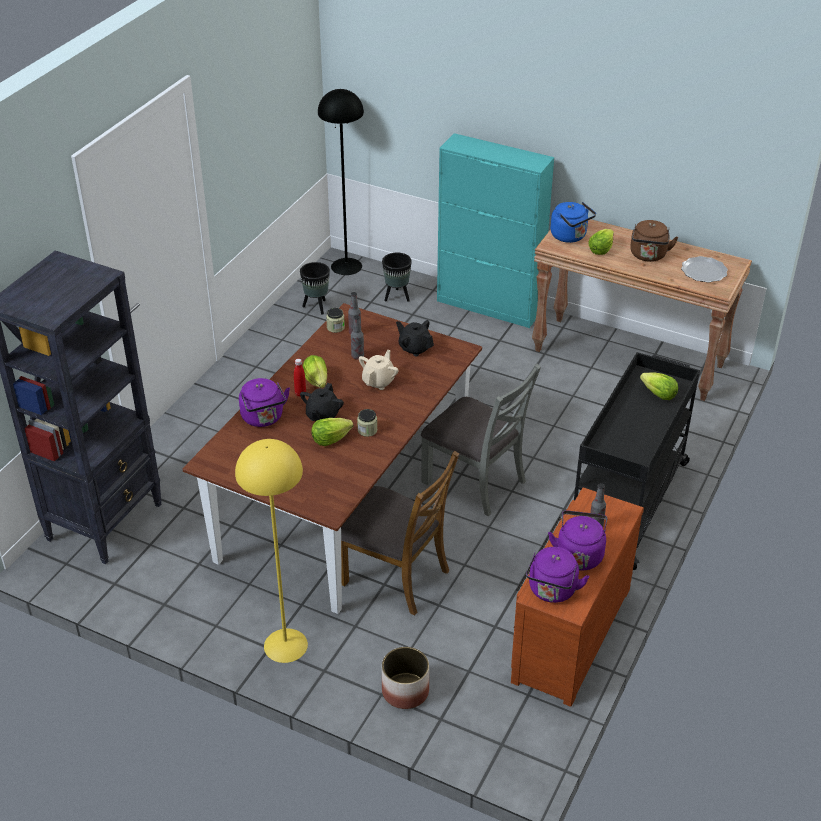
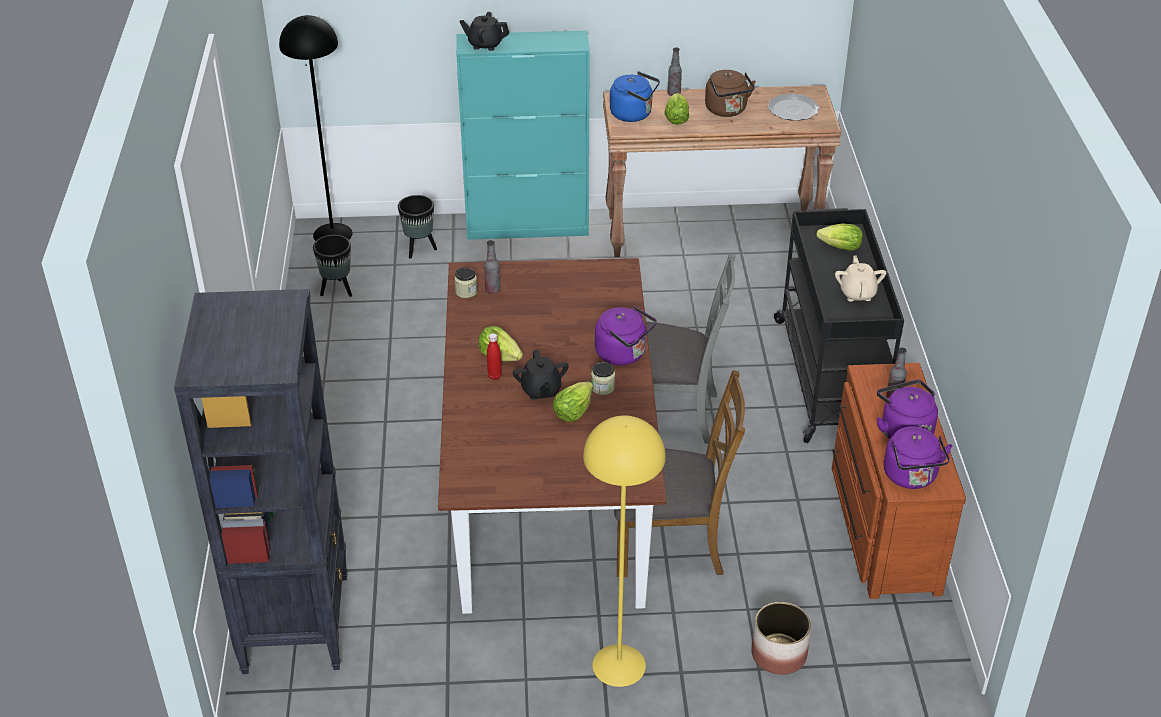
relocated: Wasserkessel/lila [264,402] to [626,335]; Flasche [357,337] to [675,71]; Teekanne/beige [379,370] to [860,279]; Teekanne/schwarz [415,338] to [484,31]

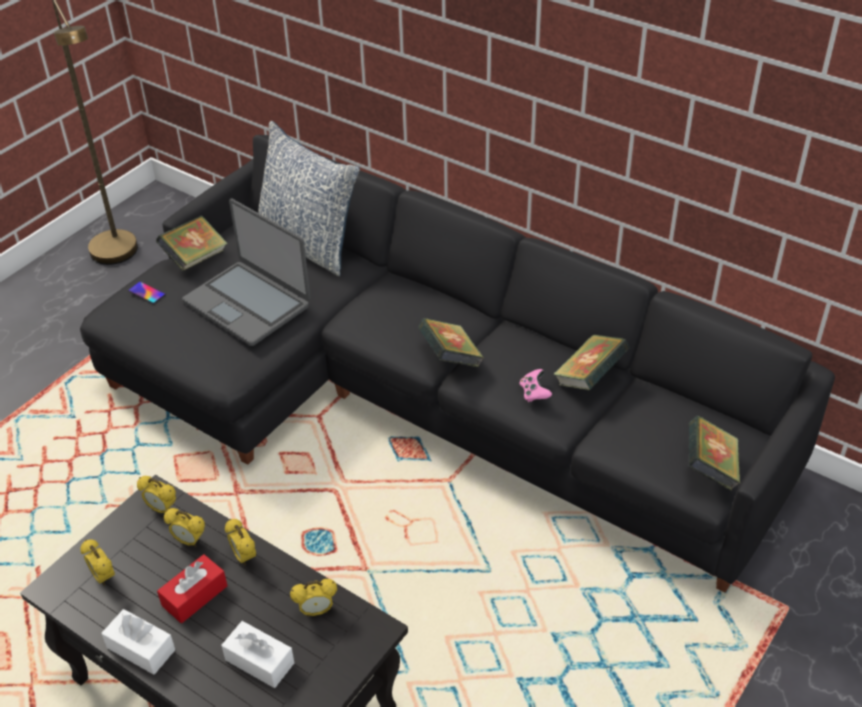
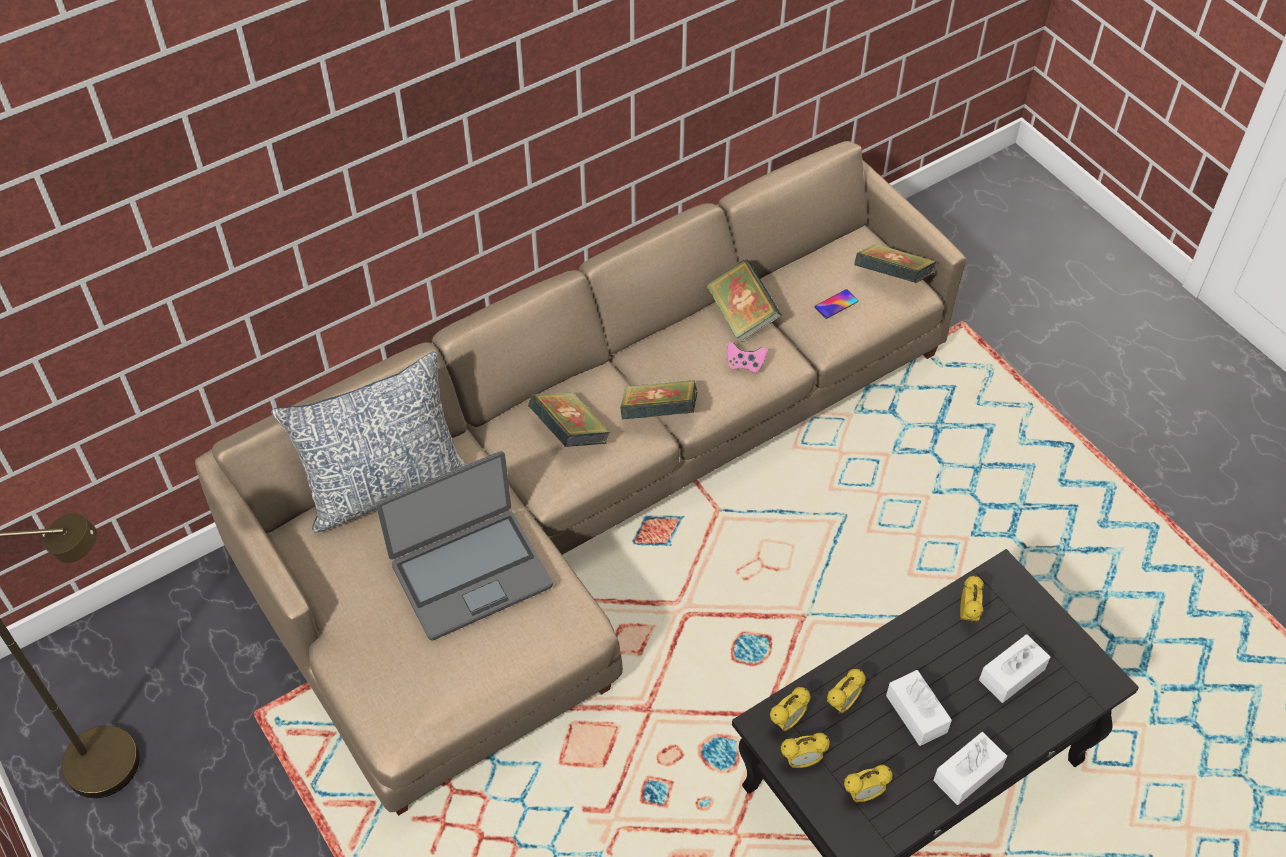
relocated: Handy [147,292] to [836,304]; Buch [192,243] to [569,419]; Wecker [240,542] to [805,750]
colour: Sofa/schwarz [457,364] to Sofa/beige [581,478]; Taschentuchbox/rot [192,588] to Taschentuchbox/weiß [919,708]

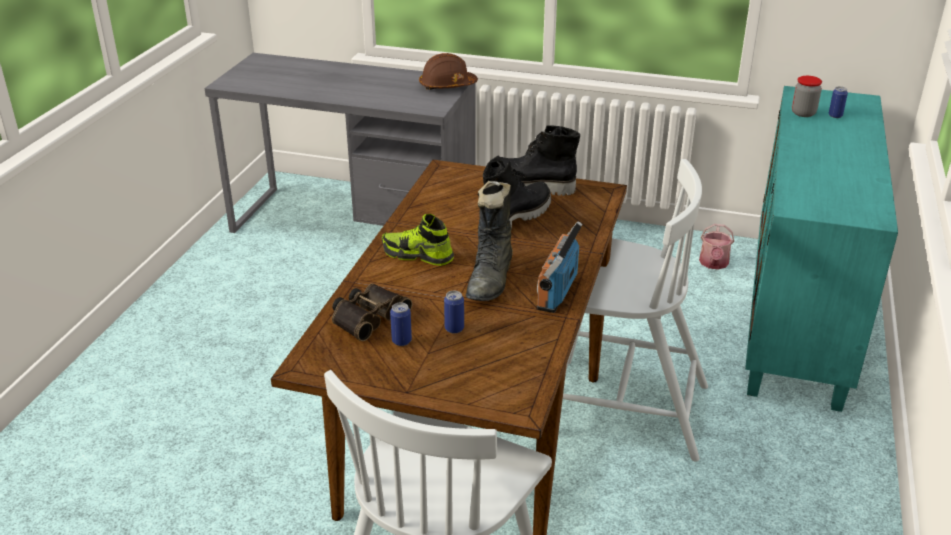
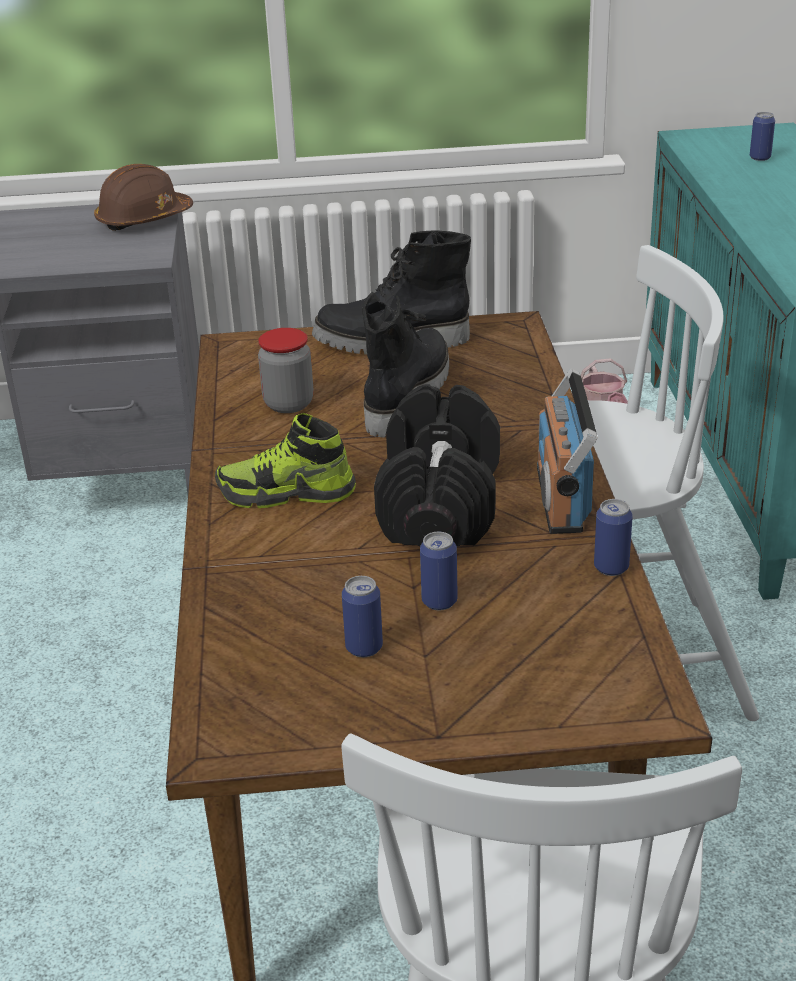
missing: Fernglas [372,312]
appeared: Dose [613,537]
relocated: Vorratsglas [807,96] to [285,370]
exchanged: Stiefel/schwarz [489,241] to Hantel/schwarz [437,465]

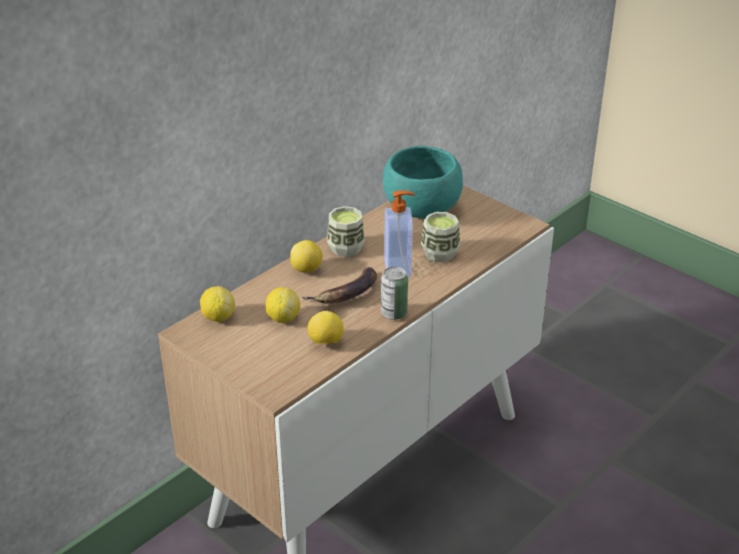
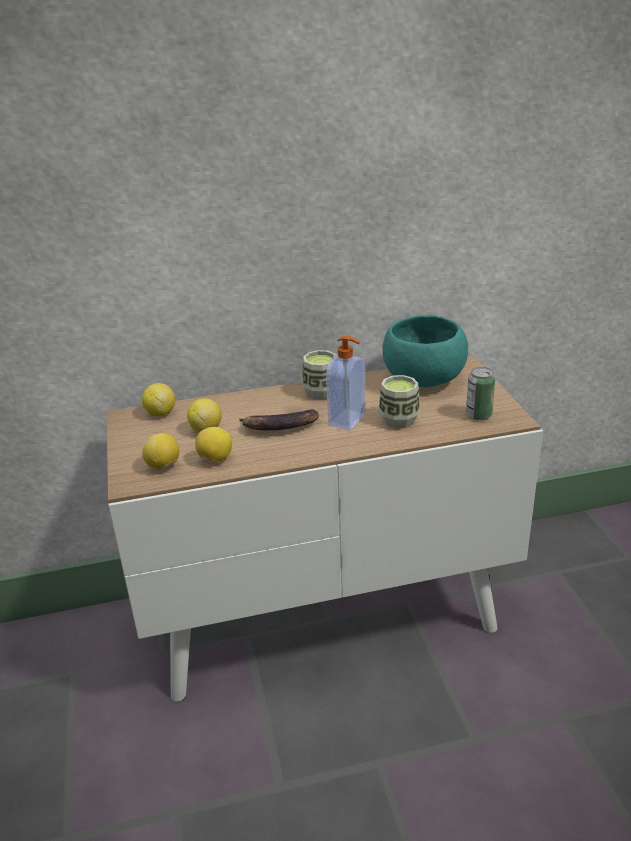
relocated: Zitrone [306,256] to [160,451]; Dose [394,293] to [480,393]

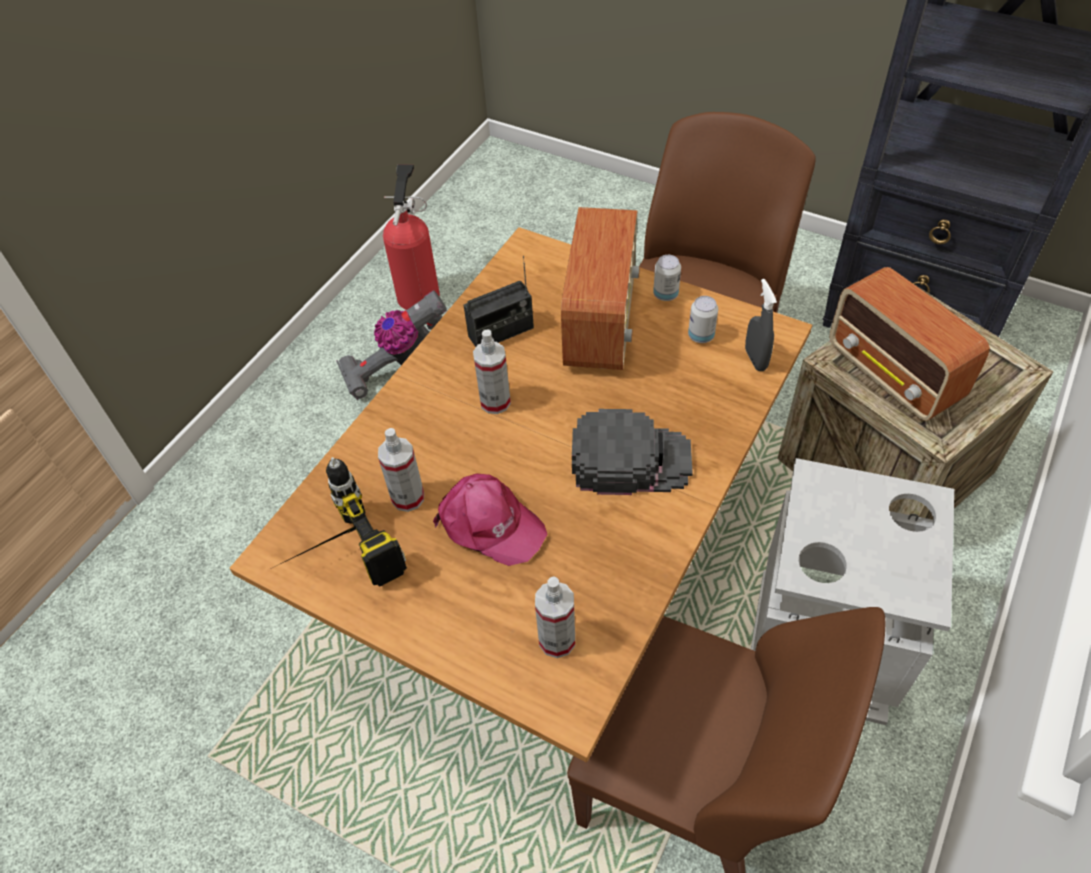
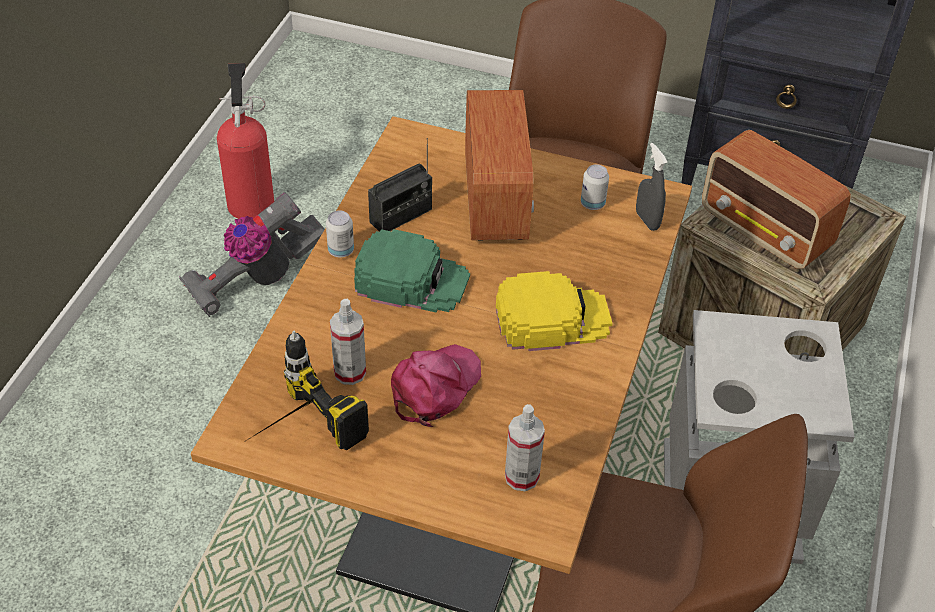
relocated: Dose [667,278] to [340,234]
exchanged: Sprühflasche [492,371] to Kappe/grün [412,271]
colour: Kappe/schwarz [632,452] to Kappe/gelb [554,311]
spun: Kappe/rosa [490,519] = [436,385] 75 degrees counterclockwise

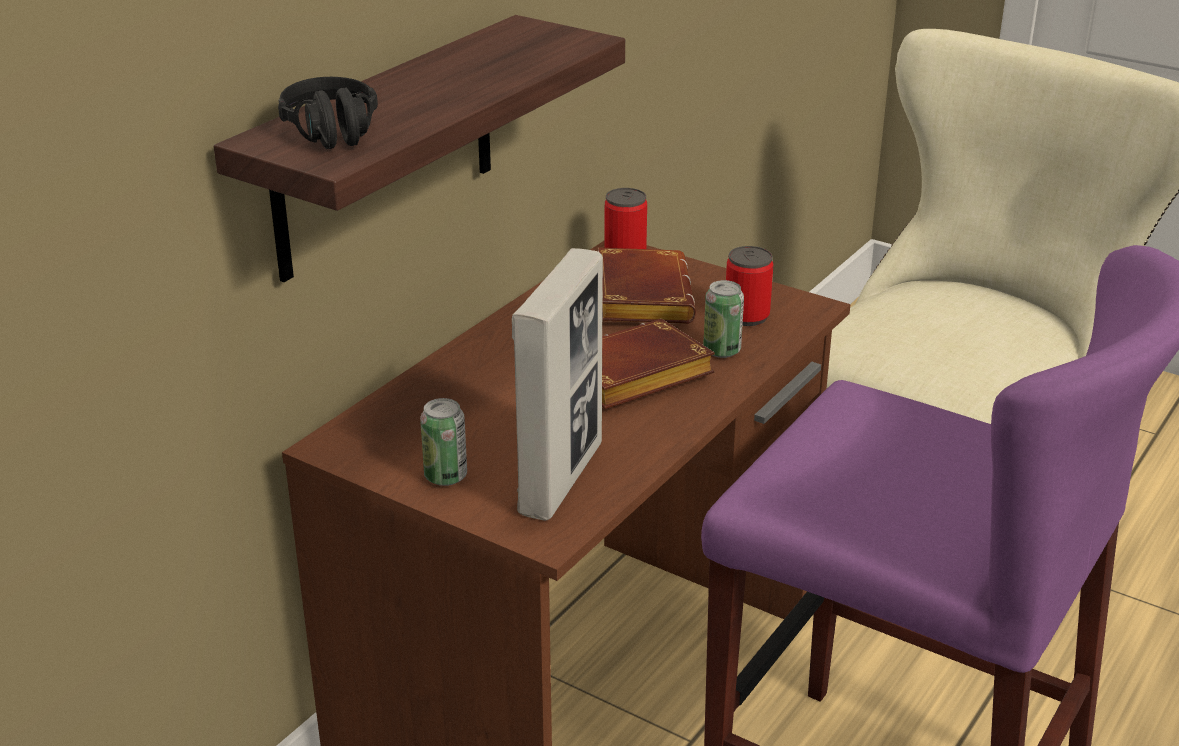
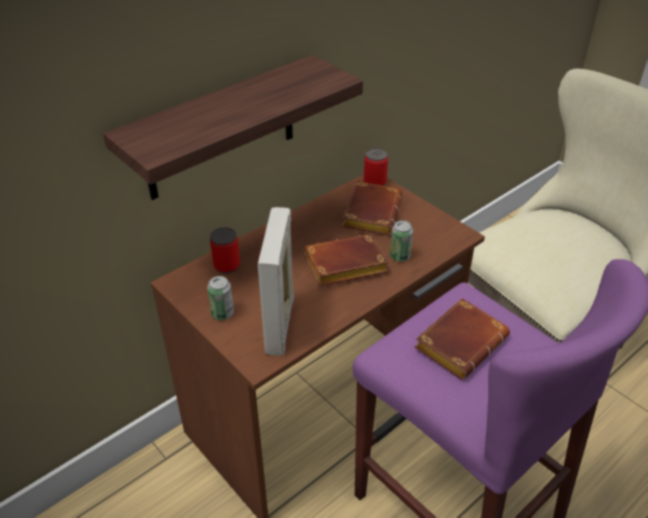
missing: Kopfhörer/schwarz [328,113]
appeared: Buch/braun [462,339]
relocated: Dose [750,286] to [225,250]
spun: Bilderrahmen [557,384] = [276,281] 150 degrees clockwise

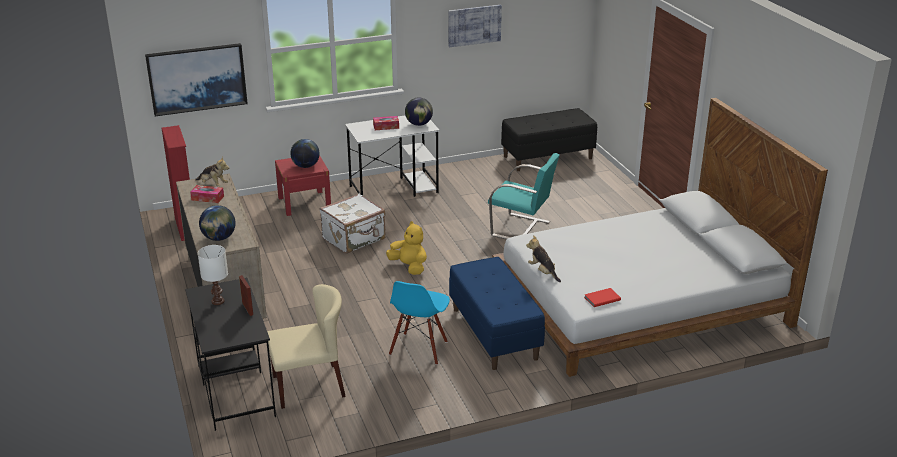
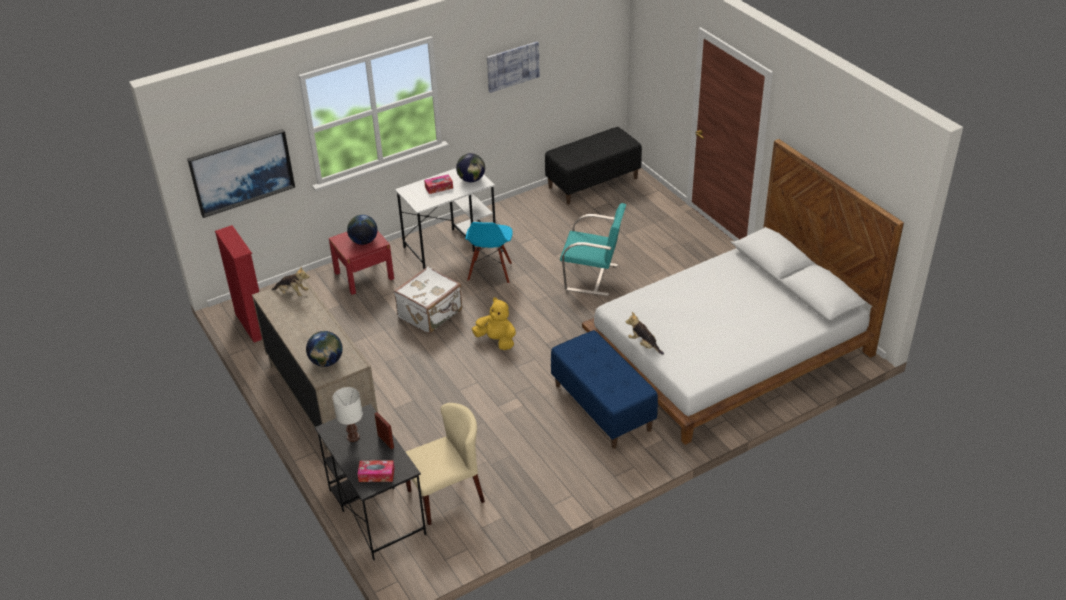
missing: Buch/rot [602,297]
relocated: Taschentuchbox [207,194] to [376,471]; Stuhl/blau [419,323] to [489,253]

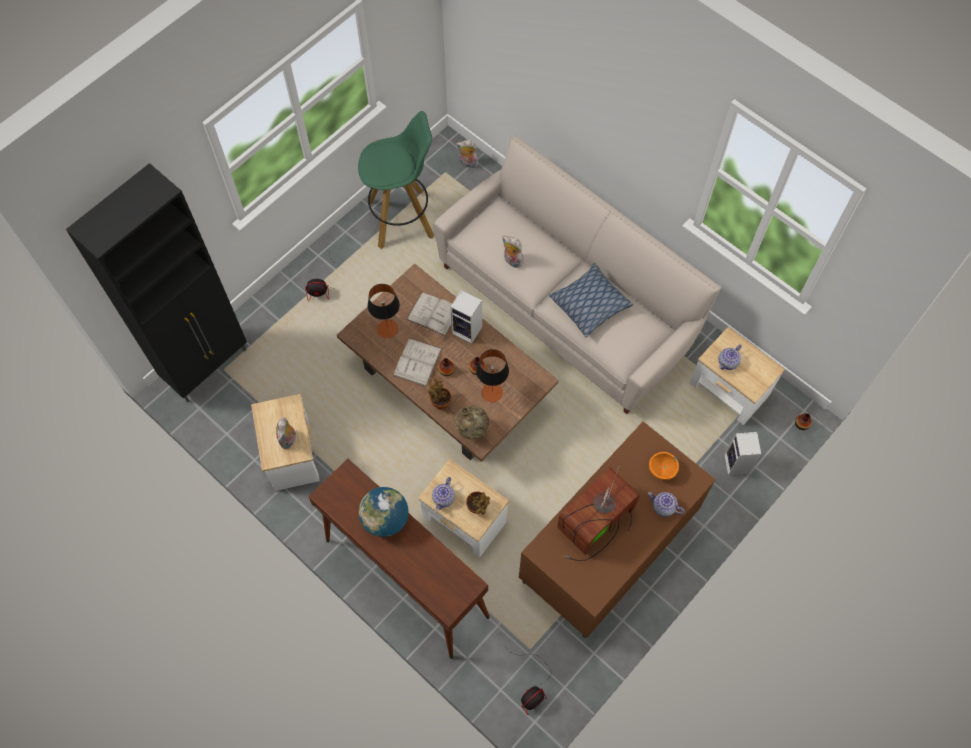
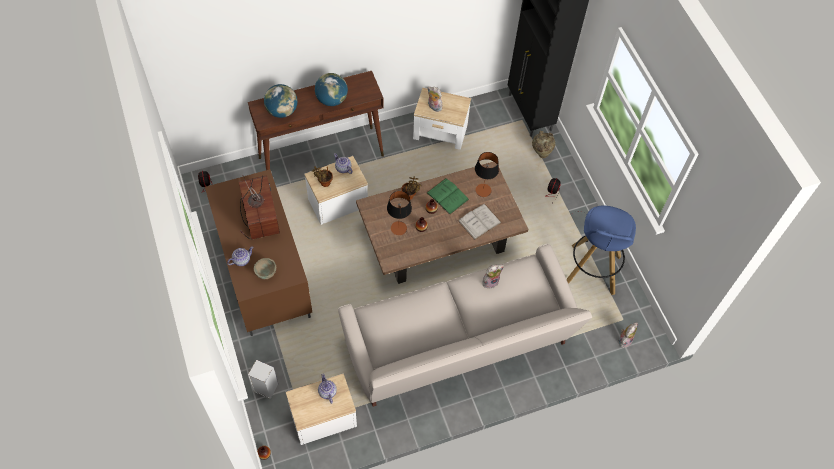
missing: Lautsprecher [466,317]; Kissen [591,300]
appeared: Globus [280,101]
relocated: Vase/beige [472,422] to [544,144]
colour: Hocker/grün [396,180] to Hocker/blau [601,250]; Buch/weiß [417,362] to Buch/grün [448,196]; Schüssel/orange [664,466] to Schüssel/beige [265,268]

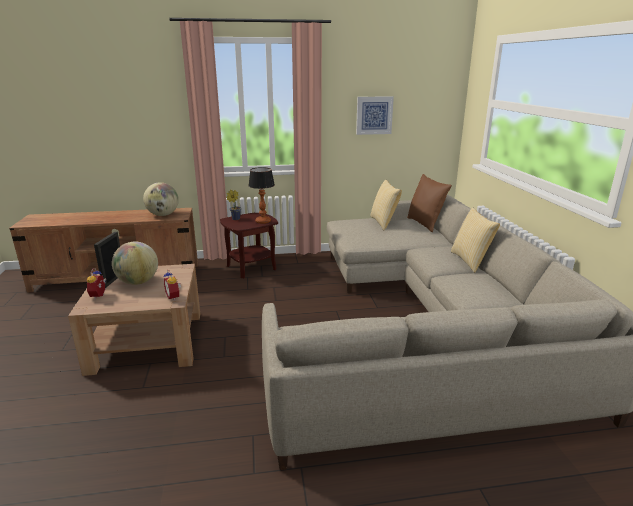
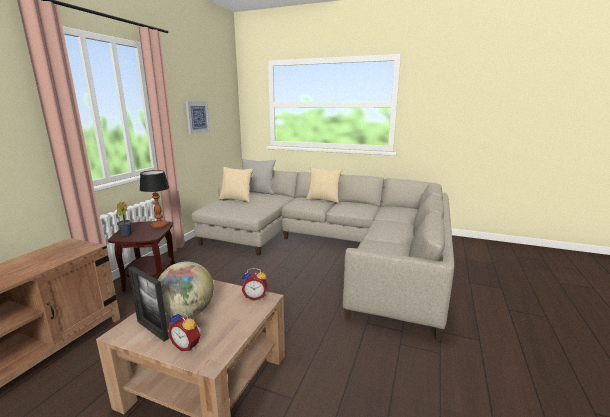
missing: Globus [161,199]
colour: Kissen/braun [429,203] to Kissen/grau [258,176]

